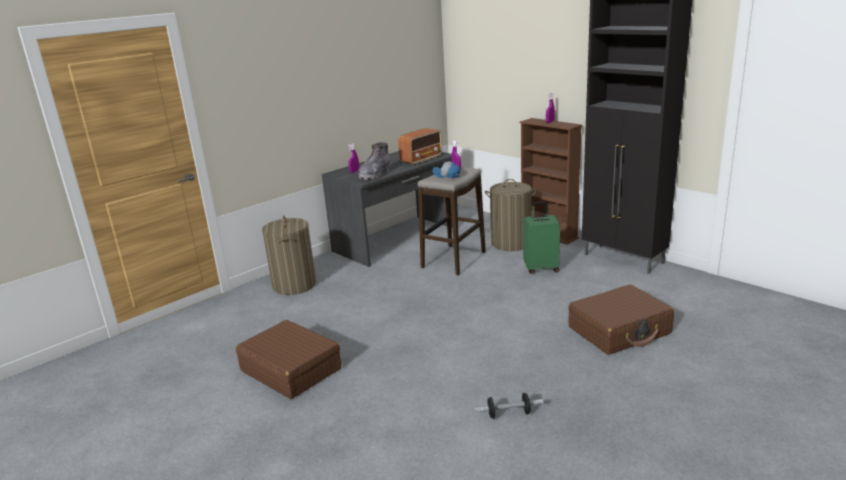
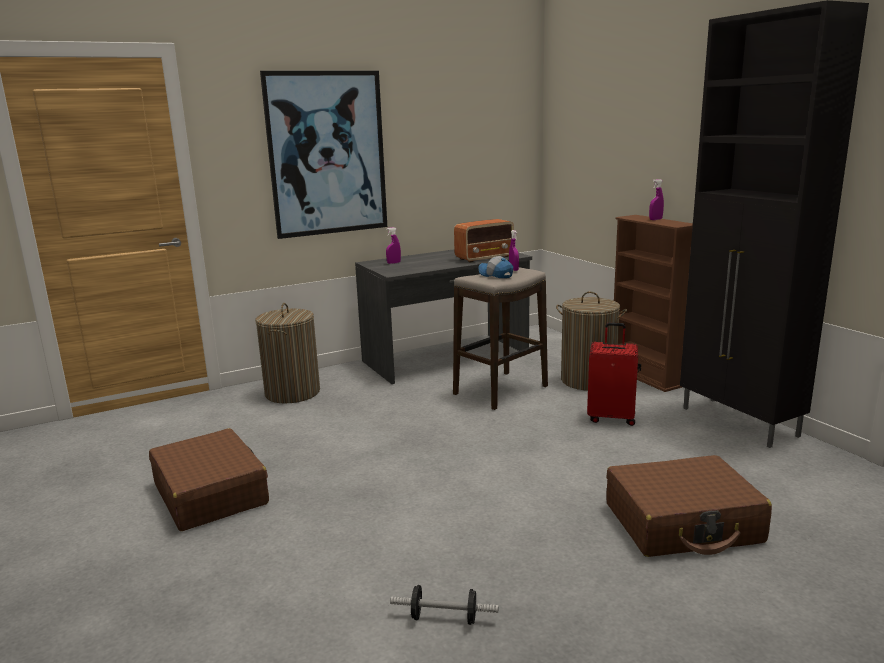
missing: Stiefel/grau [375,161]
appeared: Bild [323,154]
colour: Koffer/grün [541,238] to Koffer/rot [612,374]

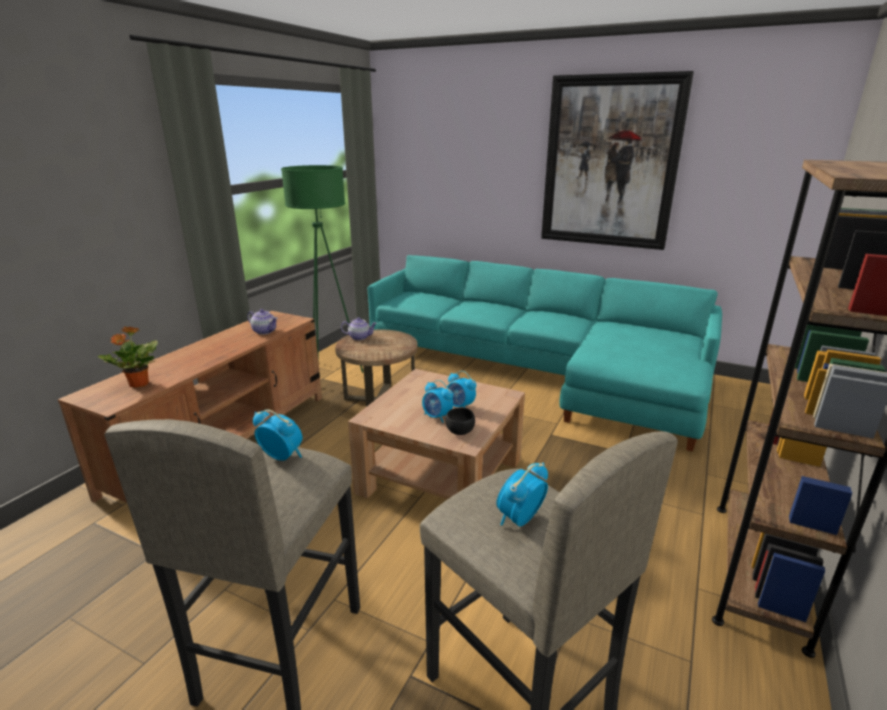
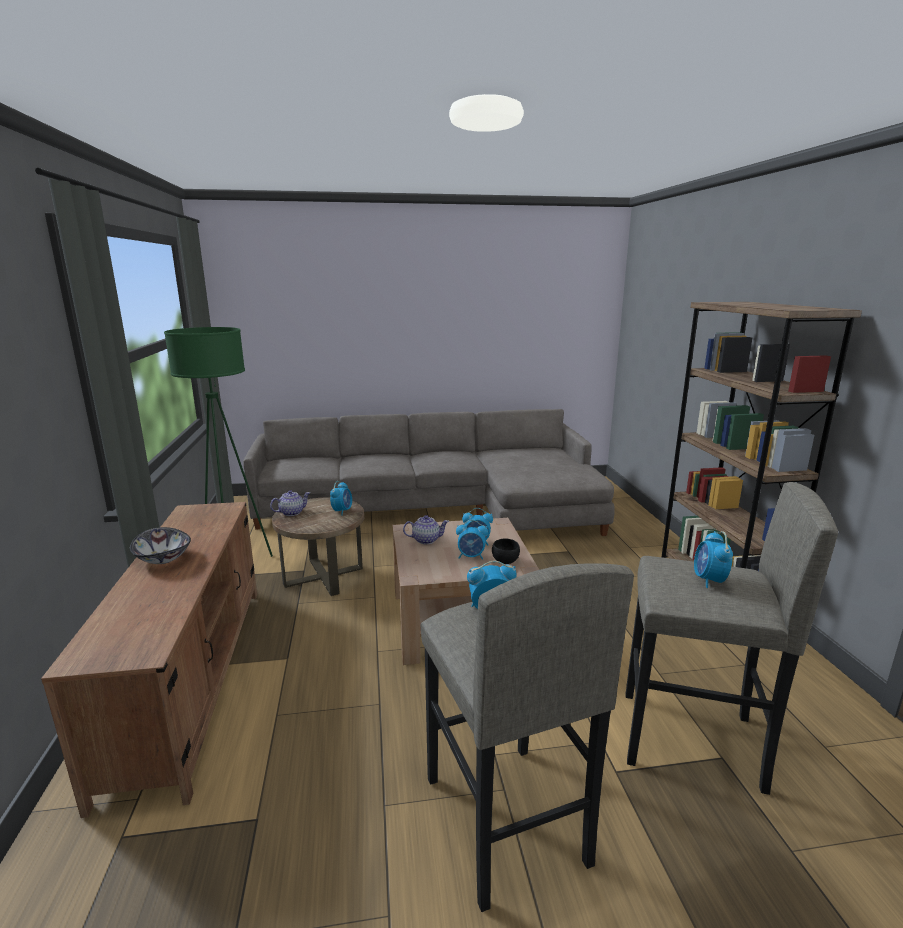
missing: Topfpflanze [128,357]; Bild [617,160]
appeared: Schüssel [160,545]; Wecker [341,498]
relocated: Teekanne [262,322] to [426,529]
colour: Sofa/türkis [545,353] to Sofa/grau [429,472]

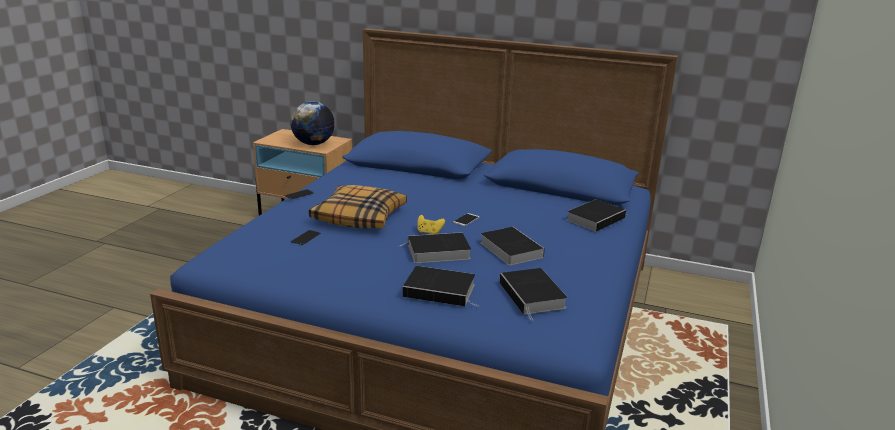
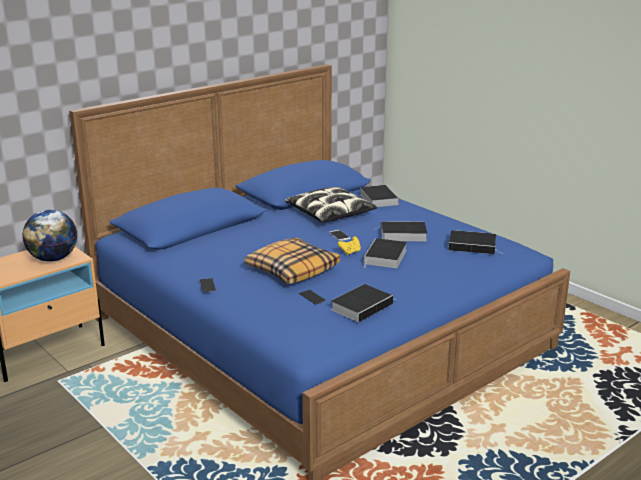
appeared: Kissen [331,204]
relocated: Buch [441,286] to [364,303]

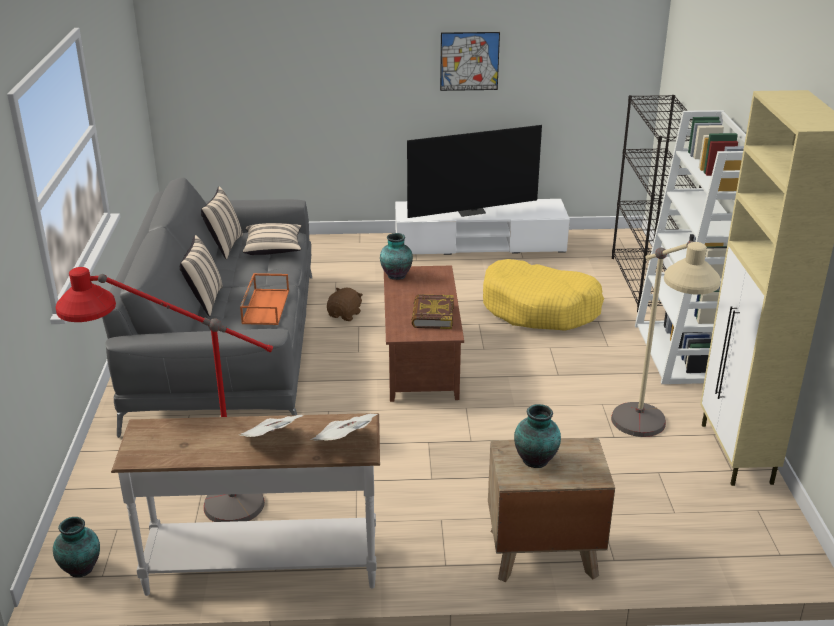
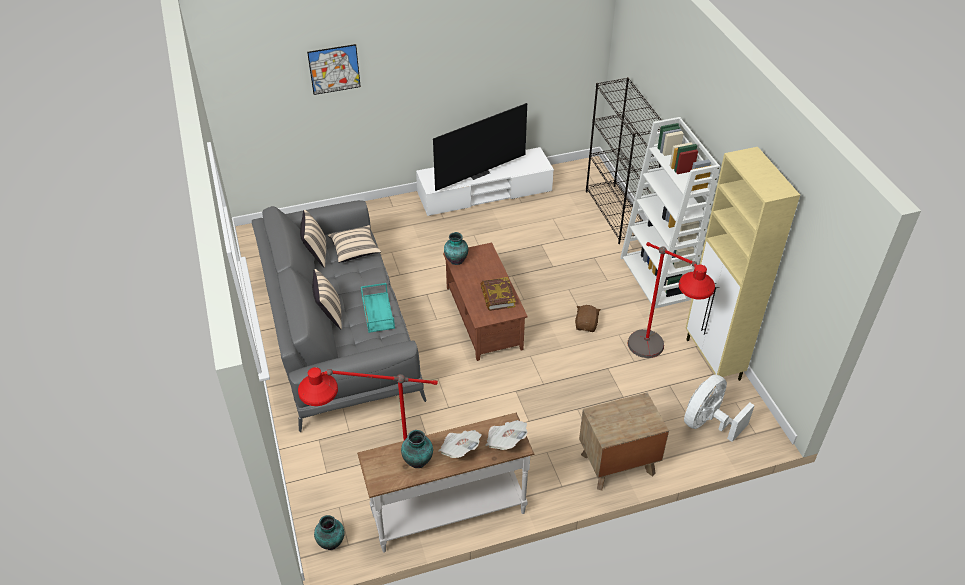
missing: Hundebett/gelb [543,295]
appeared: Ventilator/weiß [719,408]
relocated: Plüschtier/braun [345,304] to [588,318]; Bild [470,61] to [334,69]; Vase [537,436] to [417,449]
colour: Tablett/orange [264,299] to Tablett/türkis [378,308]; Stehlampe/beige [666,339] to Stehlampe/rot [671,300]

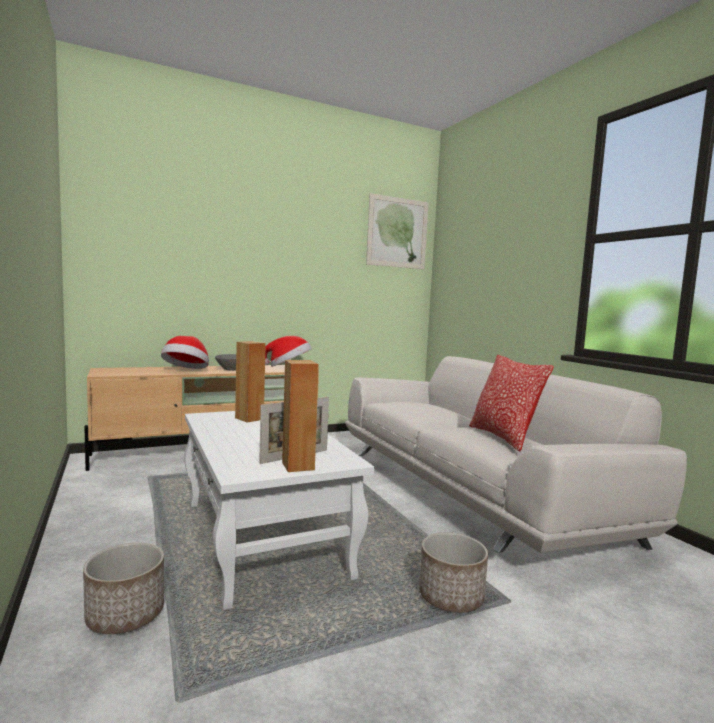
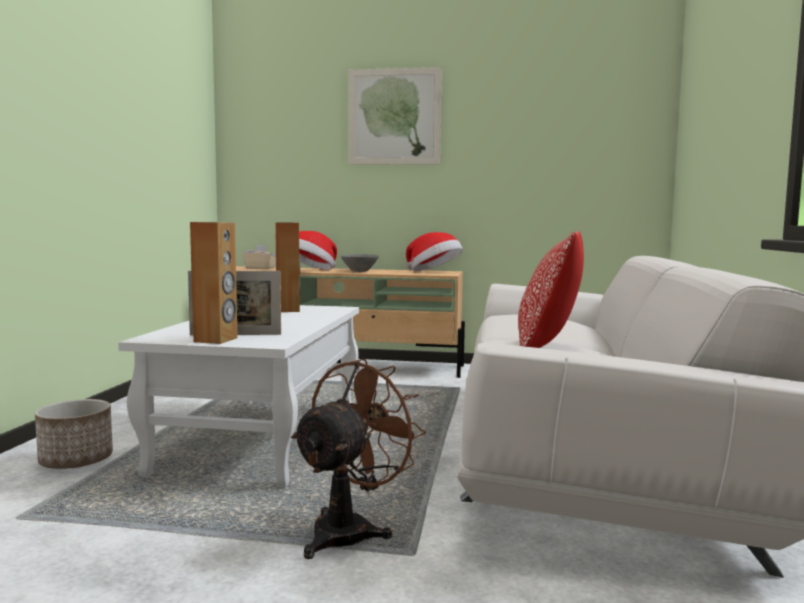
appeared: Taschentuchbox/beige [259,257]
relocated: Bild [397,231] to [395,116]
exchanged: Pflanzkübel [453,572] to Ventilator/braun [358,459]

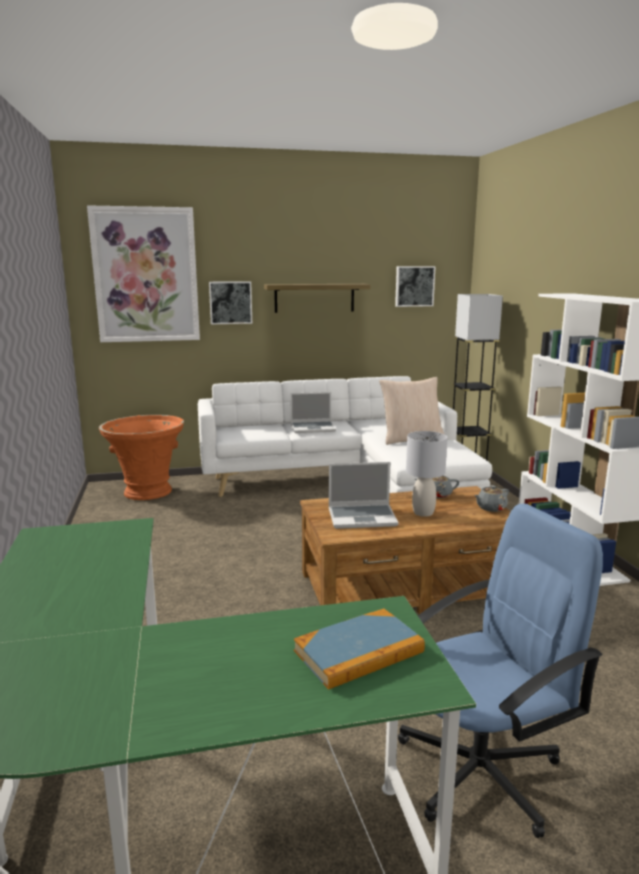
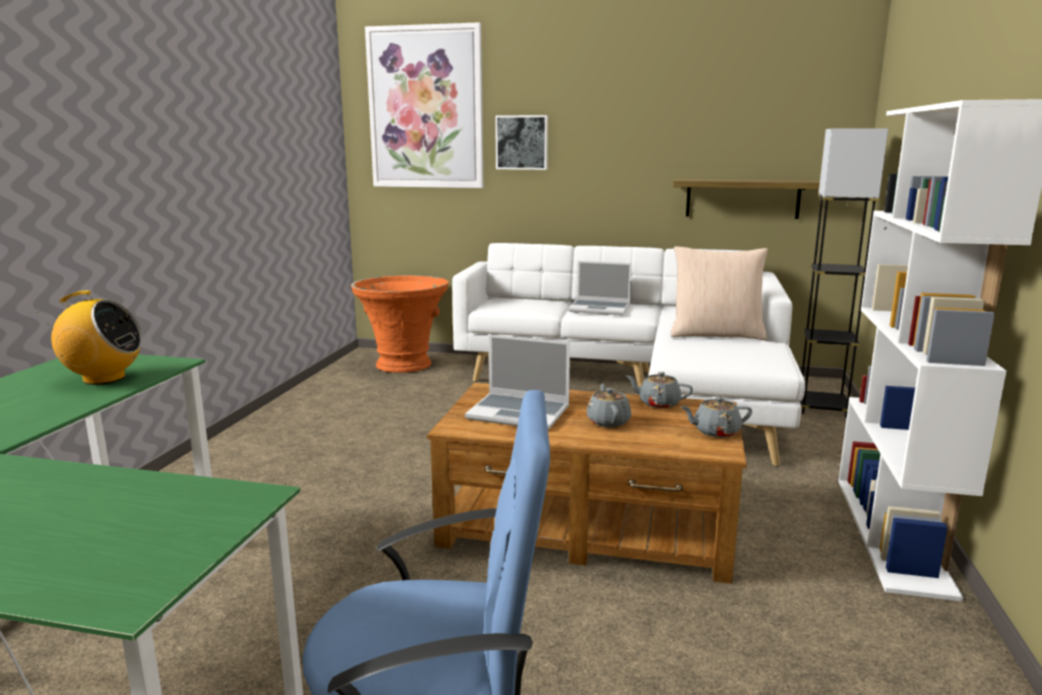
missing: Buch [359,649]; Bild [415,286]
appeared: Radio [90,338]
relocated: Wandregal [317,298] to [746,199]
exchanged: Tischlampe/grau [427,474] to Teekanne/grau [609,405]

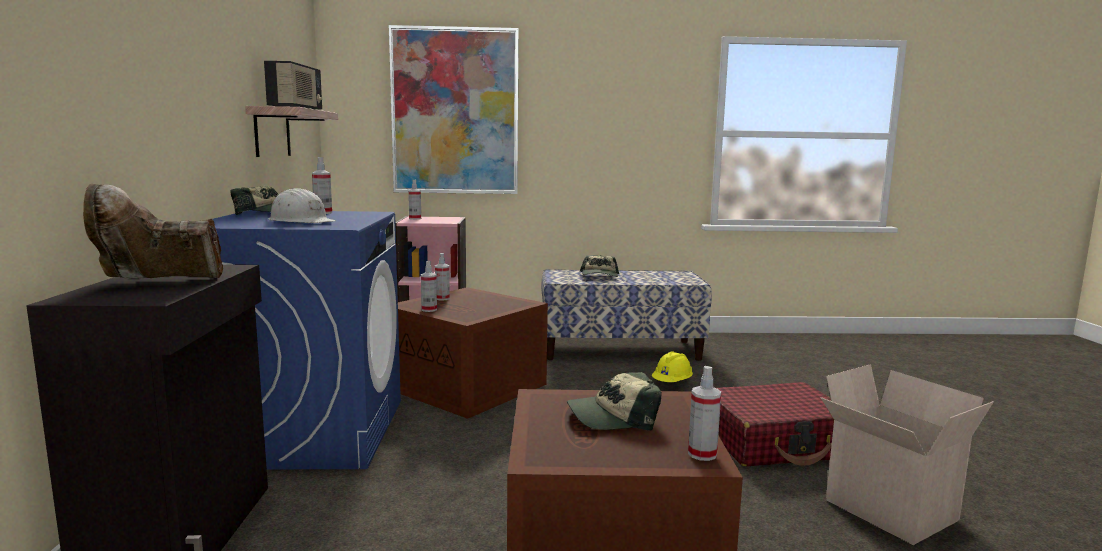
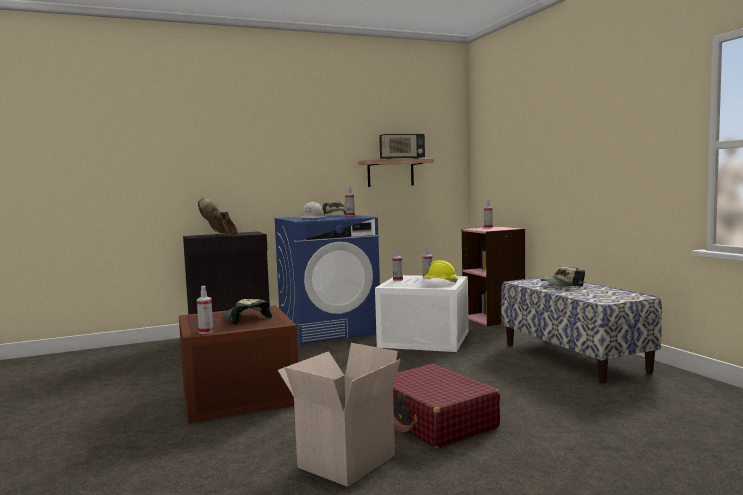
missing: Bild [454,109]
relocated: Schutzhelm/gelb [672,366] to [440,272]
colour: Aufbewahrungsbox/braun [473,353] to Aufbewahrungsbox/weiß [422,313]

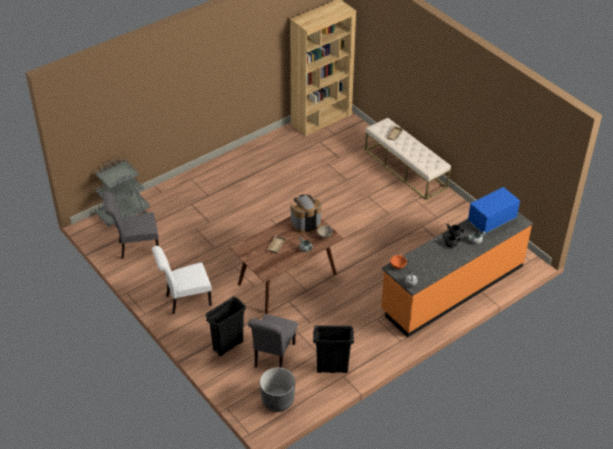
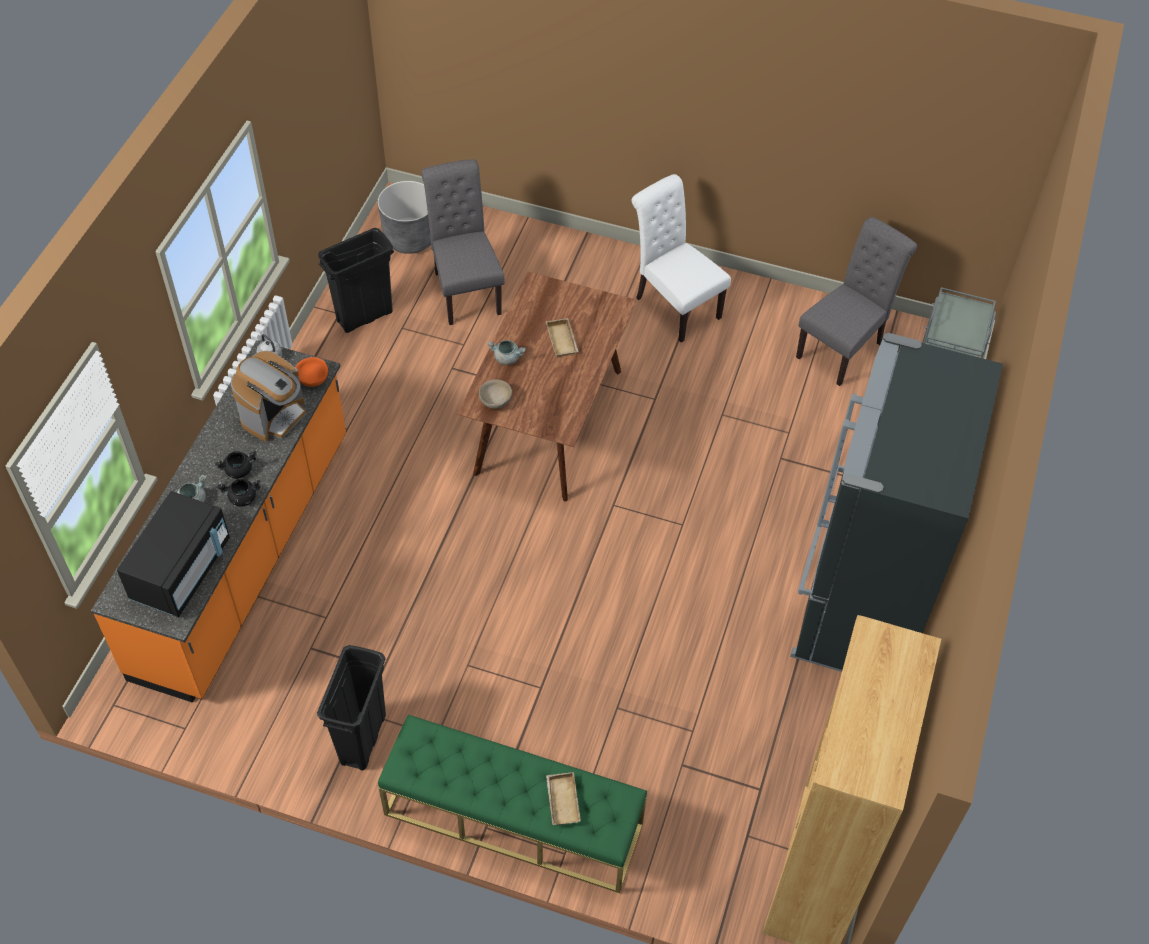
appeared: Kühlschrank/schwarz [896,502]
relocated: Mülleimer/schwarz [226,326] to [351,708]; Kaffeemaschine [305,213] to [268,396]
colour: Bank/beige [408,159] to Bank/grün [512,804]; Mikrowelle/blau [494,210] to Mikrowelle/schwarz [173,554]
spun: Stuhl/weiß [182,280] = [681,258] 75 degrees counterclockwise

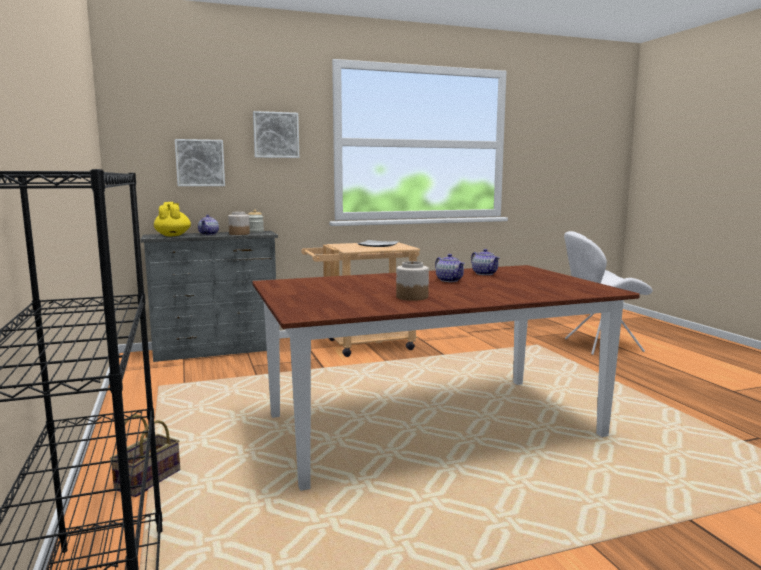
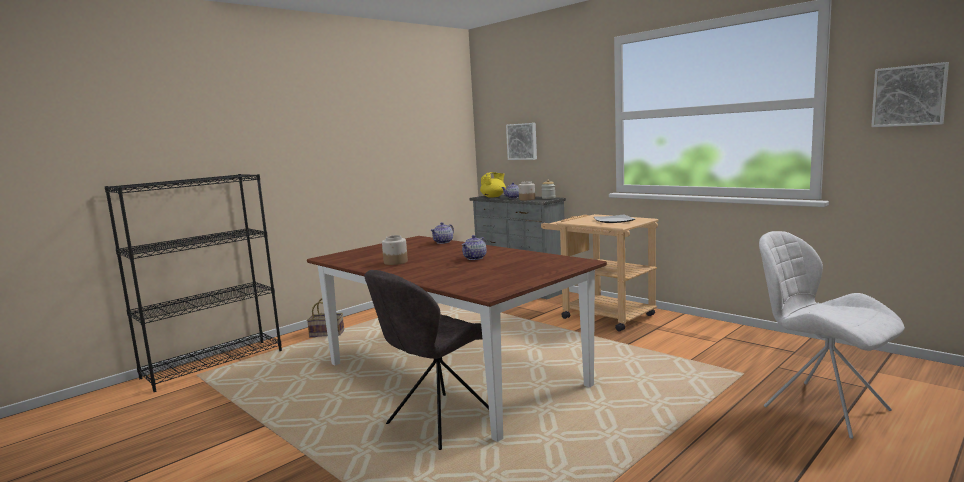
appeared: Stuhl/grau [426,360]
relocated: Bild [276,134] to [910,94]; Teekanne [485,262] to [442,233]

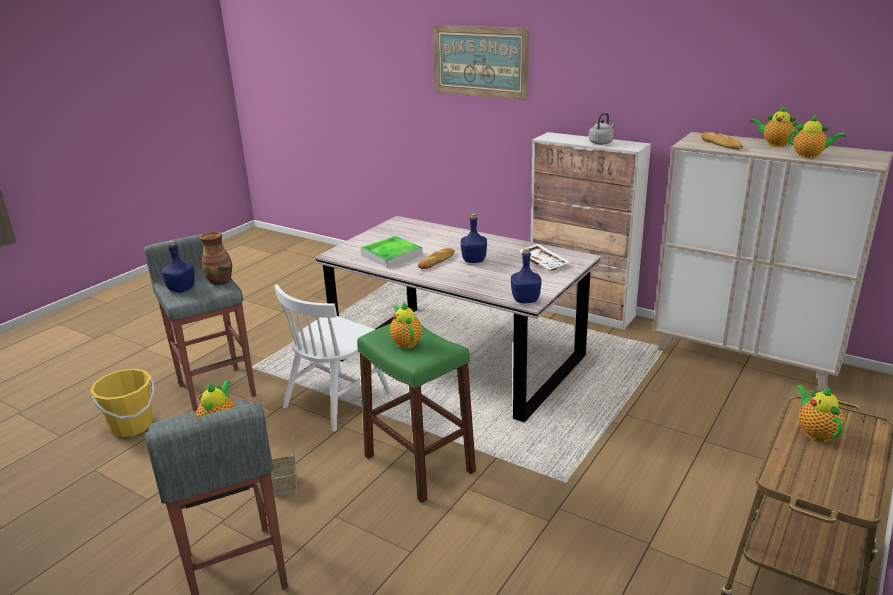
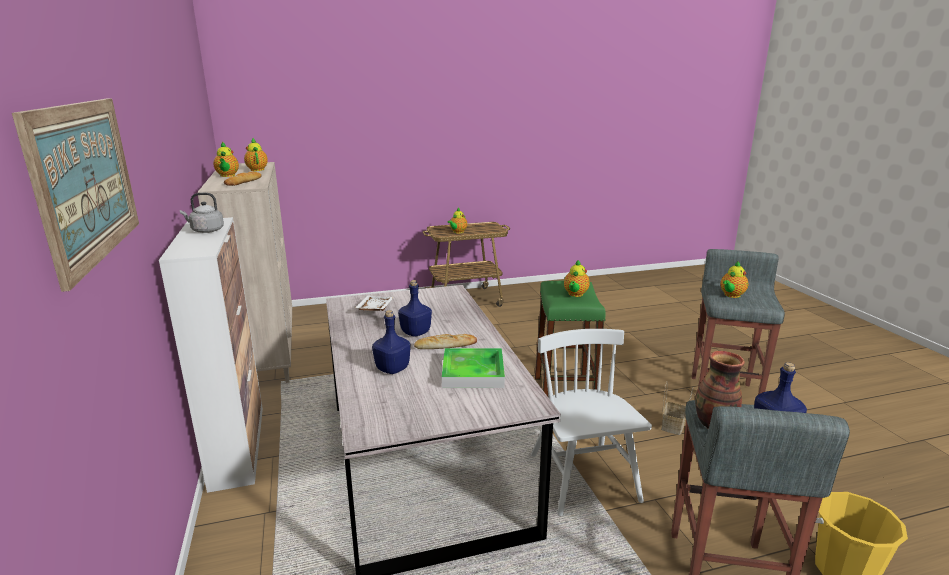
relocated: Flasche/blau [526,275] to [391,342]
spun: Stuhl/weiß [333,358] = [591,422] 90 degrees counterclockwise

